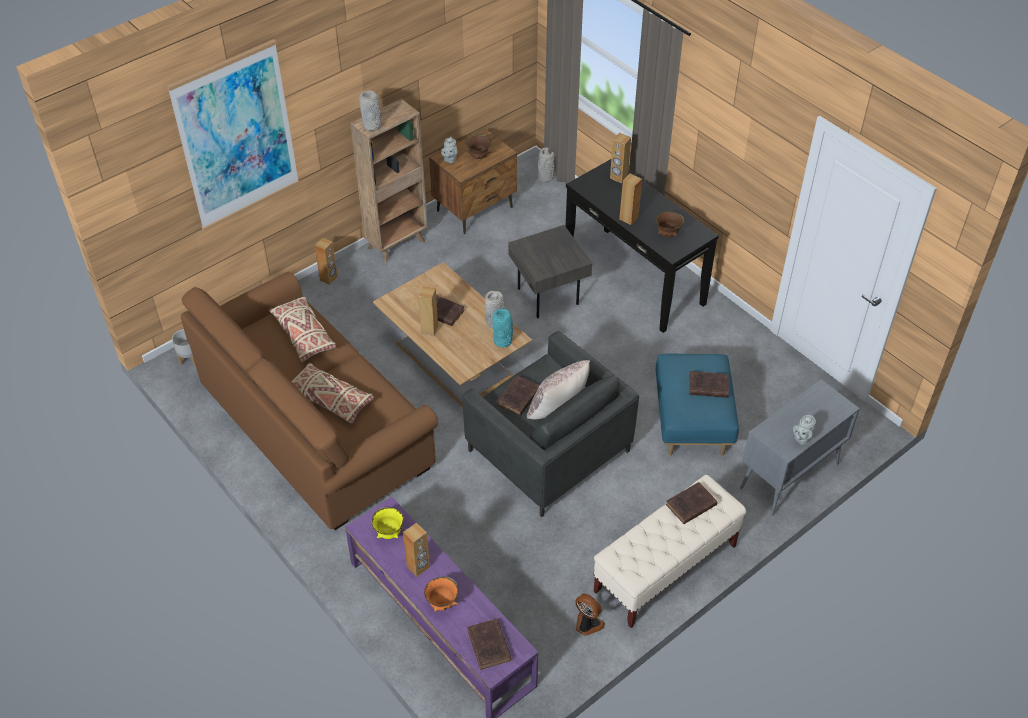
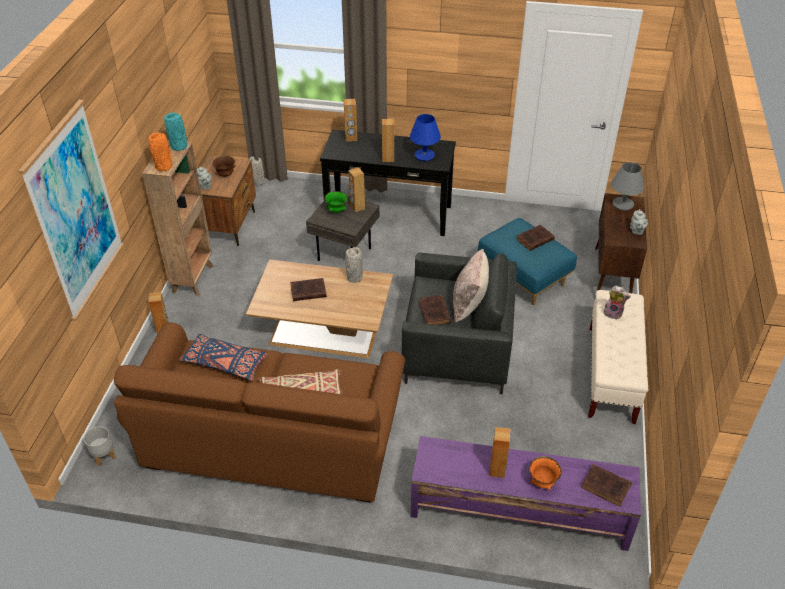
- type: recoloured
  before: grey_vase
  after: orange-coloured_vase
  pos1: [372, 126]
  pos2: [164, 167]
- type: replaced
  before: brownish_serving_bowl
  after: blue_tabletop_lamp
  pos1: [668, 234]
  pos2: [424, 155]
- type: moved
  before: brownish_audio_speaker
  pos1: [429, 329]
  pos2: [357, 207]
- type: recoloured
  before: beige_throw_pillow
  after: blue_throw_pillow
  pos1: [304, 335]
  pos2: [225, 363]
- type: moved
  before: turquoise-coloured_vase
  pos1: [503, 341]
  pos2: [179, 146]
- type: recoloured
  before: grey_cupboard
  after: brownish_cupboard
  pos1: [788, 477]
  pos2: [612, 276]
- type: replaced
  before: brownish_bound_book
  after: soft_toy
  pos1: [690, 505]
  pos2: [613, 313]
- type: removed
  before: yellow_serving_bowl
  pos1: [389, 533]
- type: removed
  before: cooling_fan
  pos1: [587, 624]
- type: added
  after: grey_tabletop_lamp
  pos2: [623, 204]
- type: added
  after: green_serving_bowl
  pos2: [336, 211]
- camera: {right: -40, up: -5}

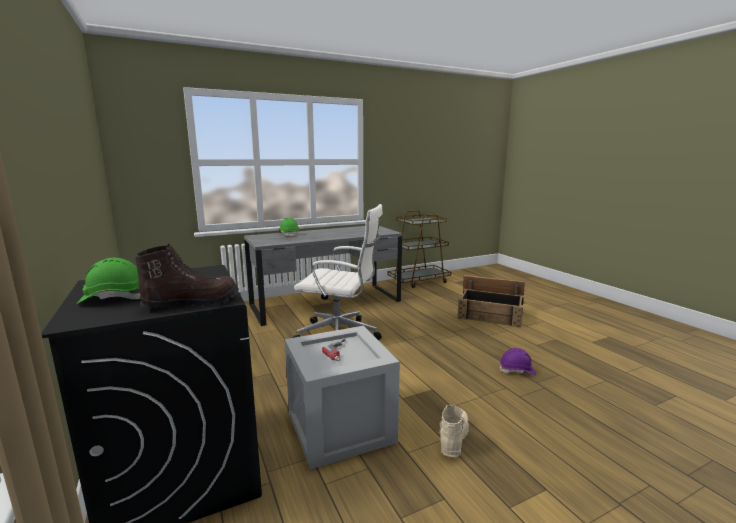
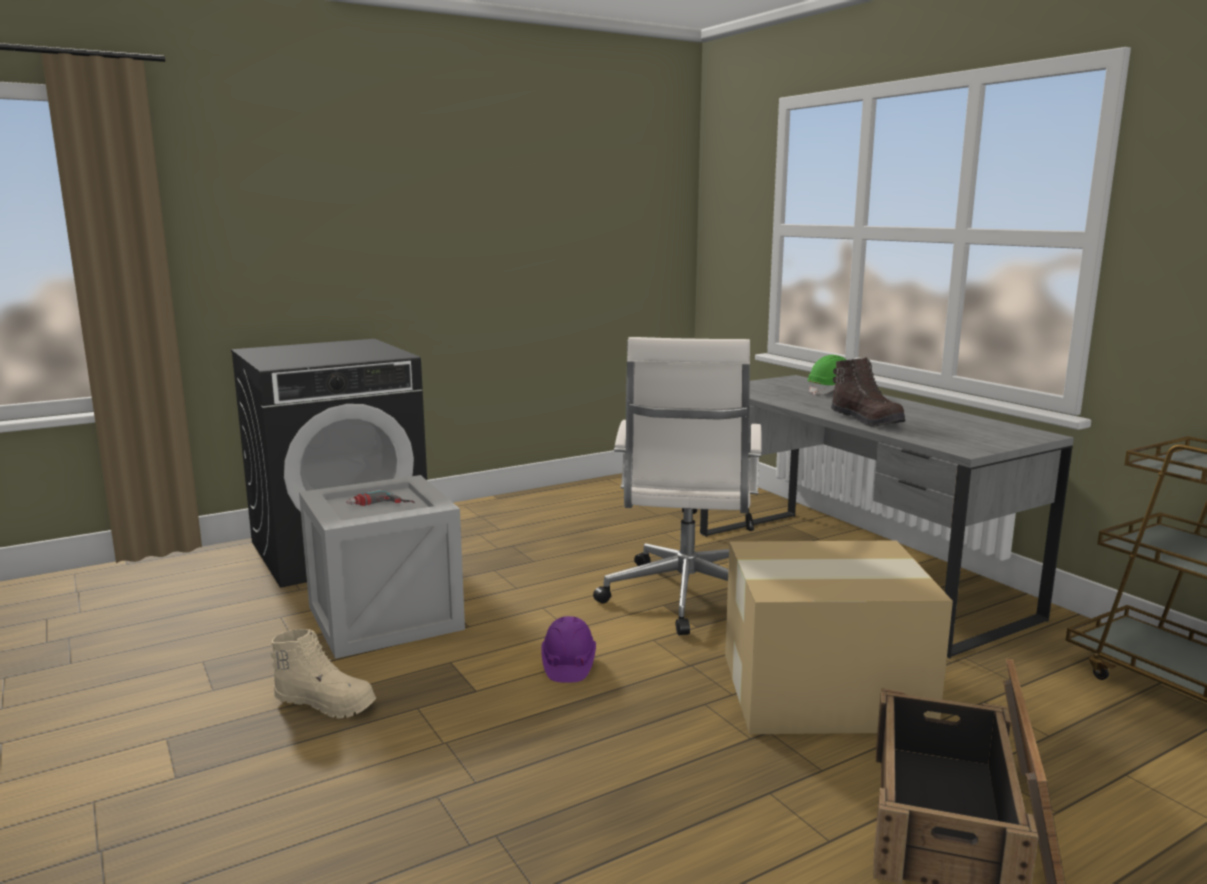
- type: moved
  before: brownish_high-top_boot
  pos1: [192, 303]
  pos2: [867, 420]
- type: removed
  before: green_safety_helmet
  pos1: [114, 298]
- type: moved
  before: purplish_safety_helmet
  pos1: [517, 371]
  pos2: [568, 665]
- type: added
  after: cardboard_box
  pos2: [826, 692]
- camera: {right: 85, up: 0}

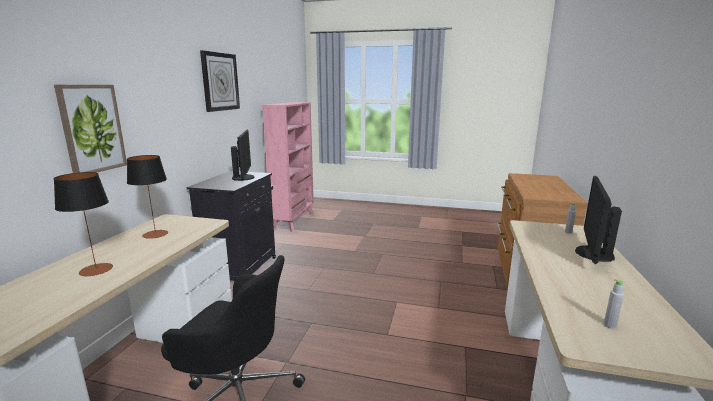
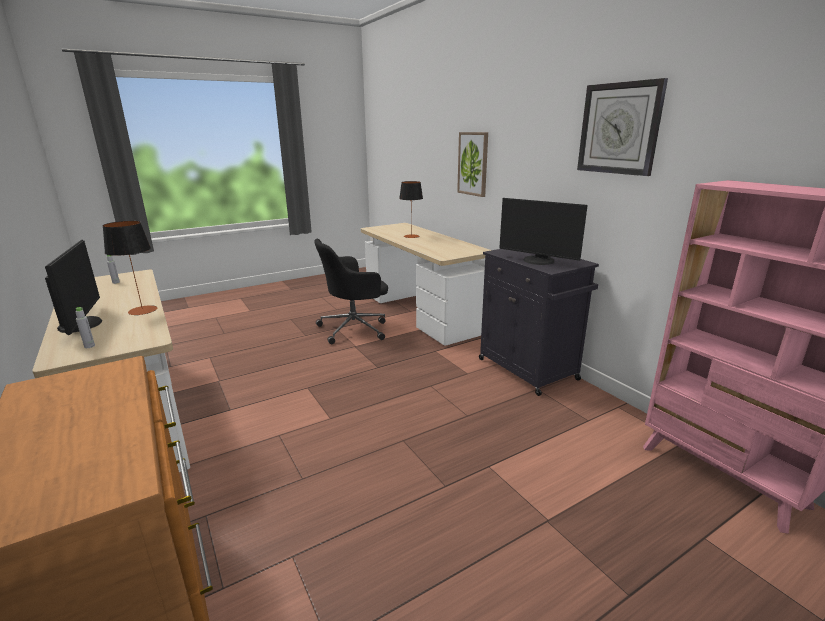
- type: moved
  before: tabletop_lamp
  pos1: [155, 234]
  pos2: [142, 310]
- camera: {right: 135, up: 5}

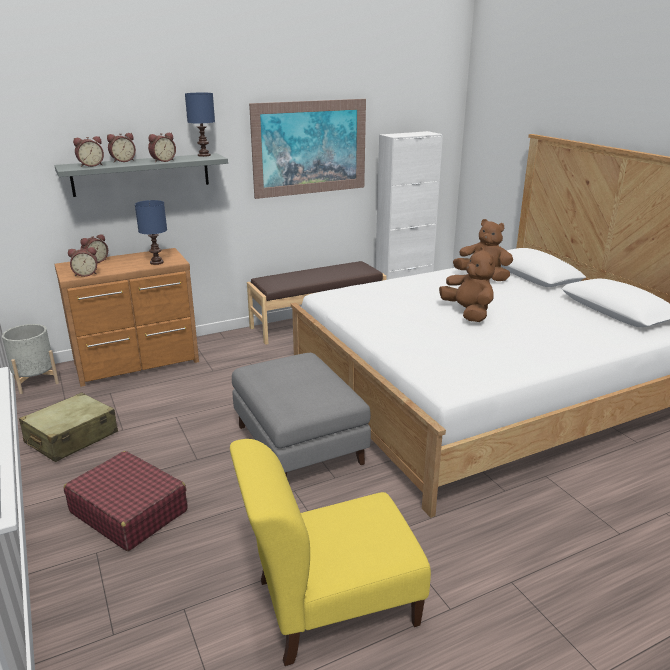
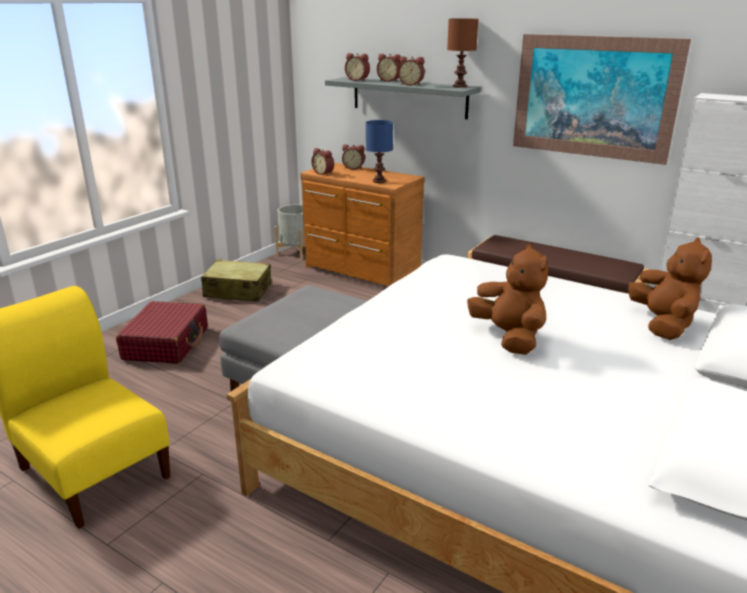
- type: recoloured
  before: blue_tabletop_lamp
  after: brownish_tabletop_lamp
  pos1: [203, 155]
  pos2: [459, 86]
- type: turned
  before: brownish_soft_toy
  pos1: [468, 313]
  pos2: [508, 337]
  turn: -60
- camera: {right: 60, up: 0}

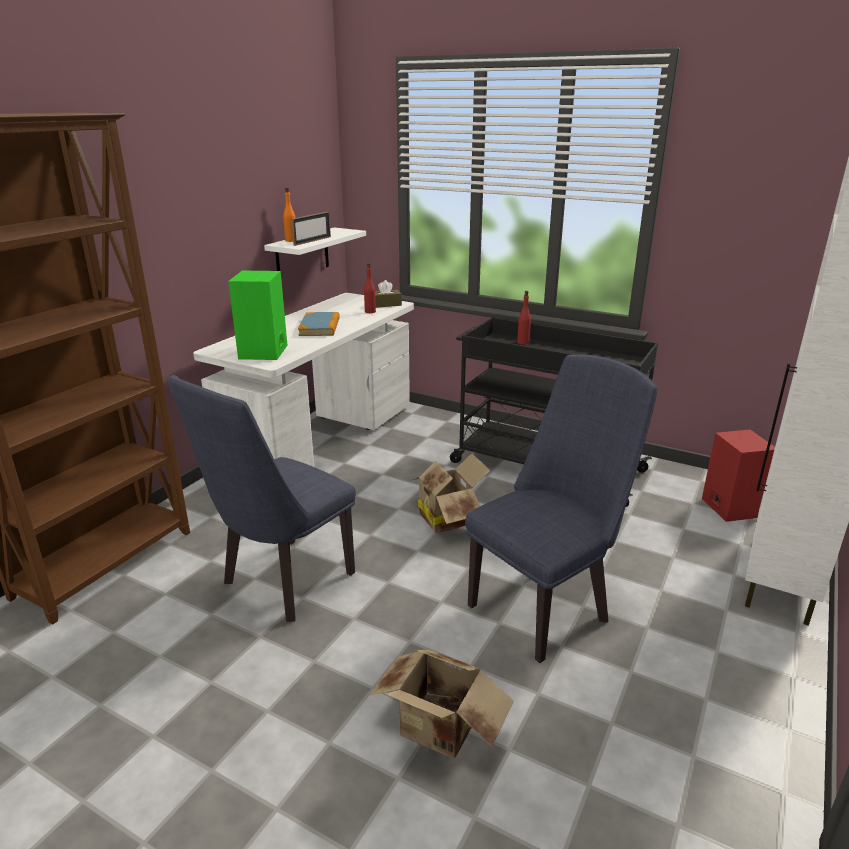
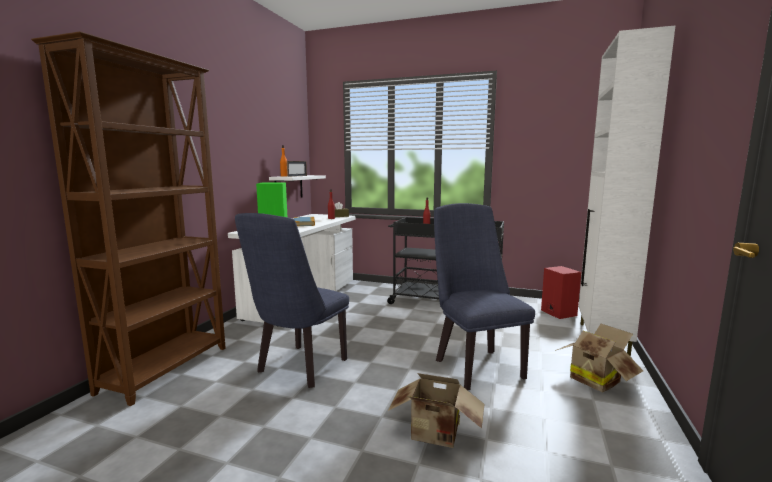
- type: turned
  before: blue_upright_chair
  pos1: [545, 606]
  pos2: [475, 365]
  turn: -60
- type: moved
  before: cardboard_box
  pos1: [448, 517]
  pos2: [595, 379]
- camera: {right: -10, up: -15}

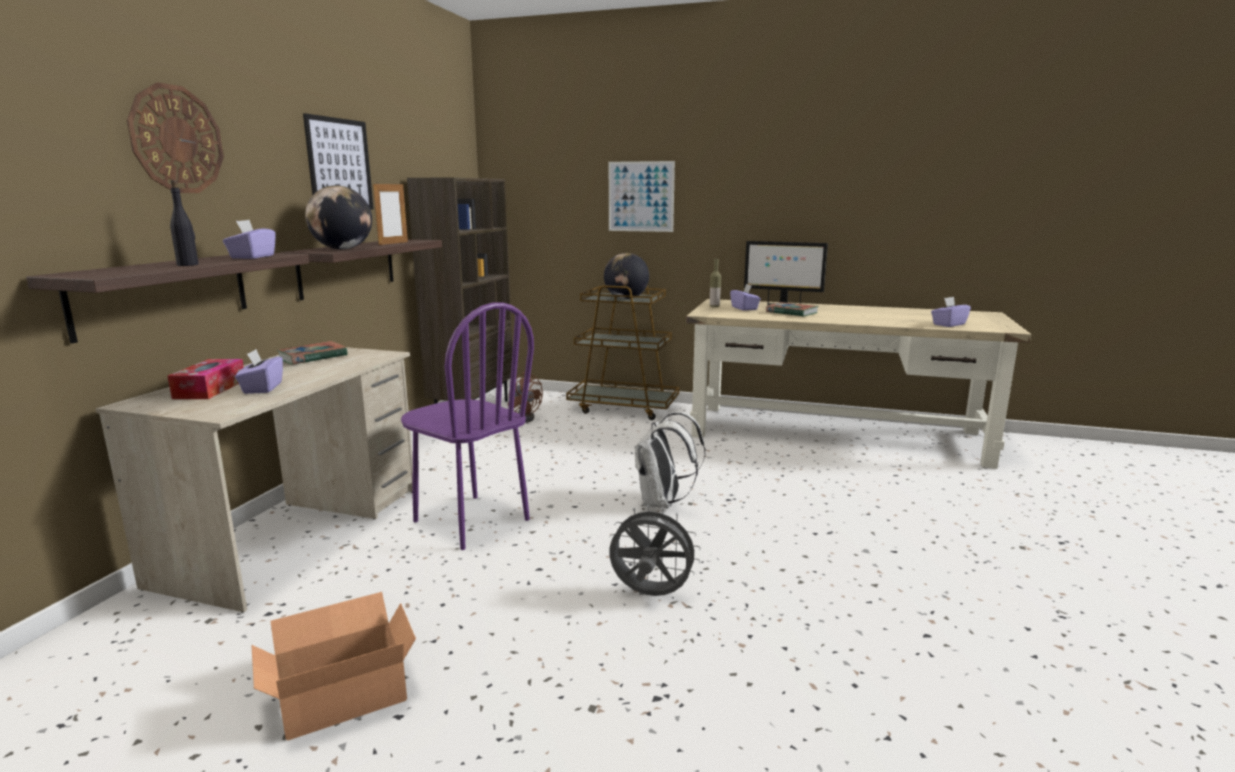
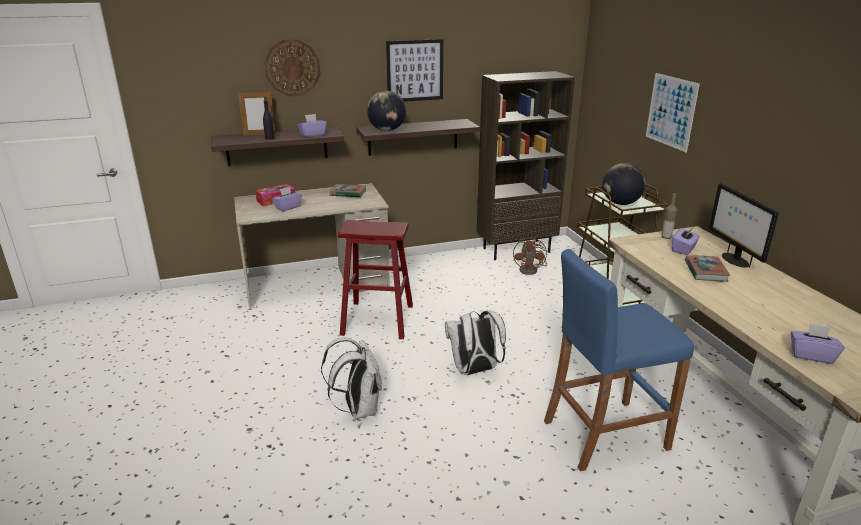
- type: moved
  before: standing_frame
  pos1: [393, 243]
  pos2: [259, 134]
- type: replaced
  before: purplish_upright_chair
  after: reddish_stool
  pos1: [470, 521]
  pos2: [377, 319]
- type: replaced
  before: grey_cooling_fan
  after: white_backpack
  pos1: [650, 595]
  pos2: [358, 409]
- type: removed
  before: cardboard_box
  pos1: [339, 694]
- type: added
  after: blue_stool
  pos2: [604, 434]
- camera: {right: 55, up: 10}

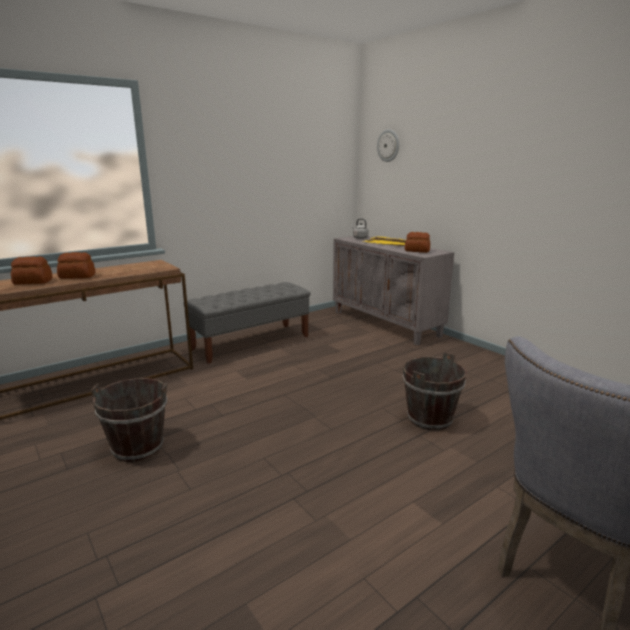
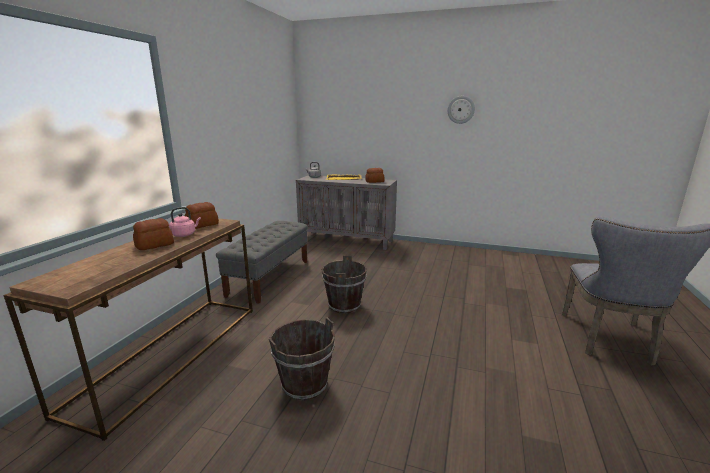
- type: moved
  before: wall_clock
  pos1: [388, 145]
  pos2: [461, 109]
- type: moved
  before: bakery_bread
  pos1: [33, 282]
  pos2: [202, 225]
- type: moved
  before: brownish_pail
  pos1: [430, 419]
  pos2: [344, 306]
- type: added
  after: pink-coloured_kettle
  pos2: [185, 234]
- camera: {right: -35, up: 0}

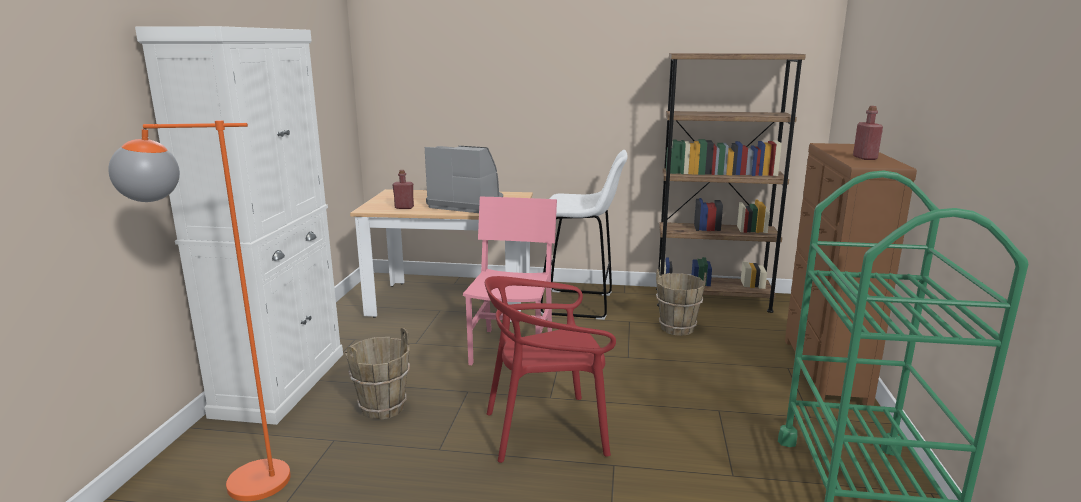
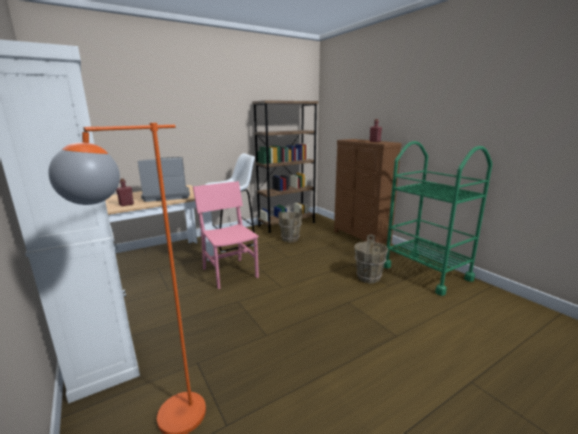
- type: removed
  before: reddish_upright_chair
  pos1: [546, 430]
- type: moved
  before: brownish_pail
  pos1: [382, 408]
  pos2: [368, 278]
- camera: {right: -40, up: 0}

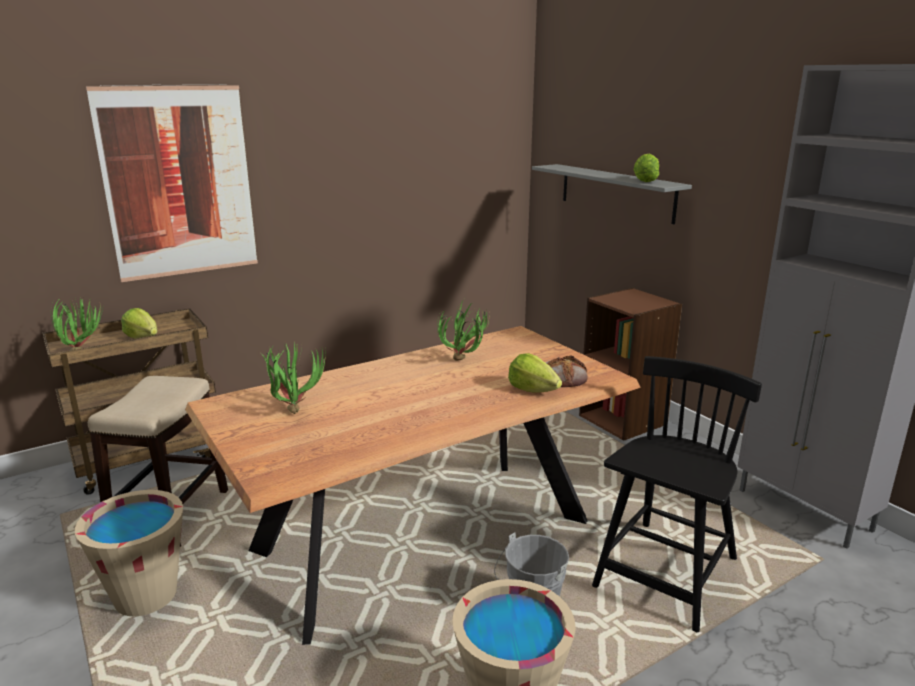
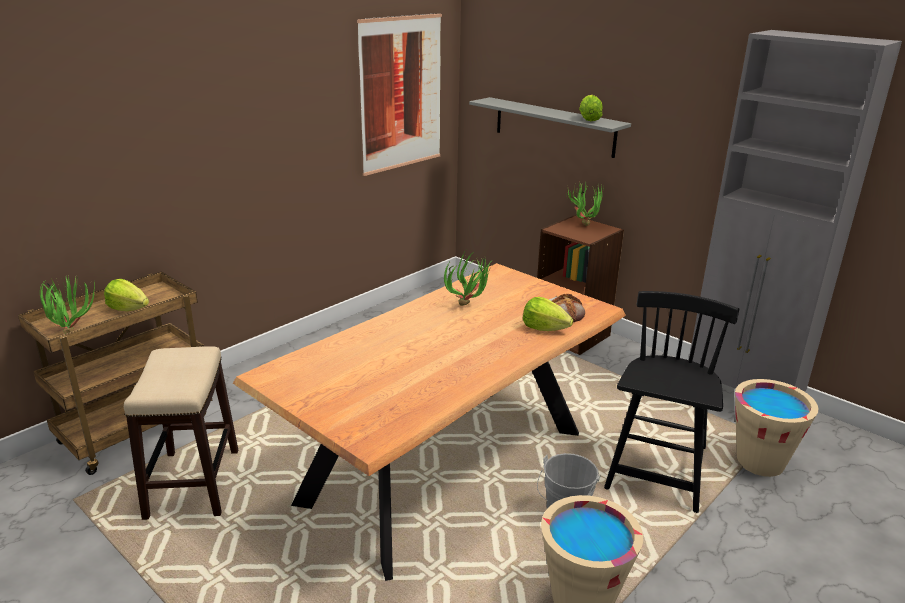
- type: moved
  before: picture
  pos1: [179, 182]
  pos2: [401, 93]
- type: moved
  before: plant_in_a_pot
  pos1: [295, 409]
  pos2: [583, 223]
- type: moved
  before: beige_pail
  pos1: [146, 597]
  pos2: [760, 462]
- camera: {right: -15, up: 5}

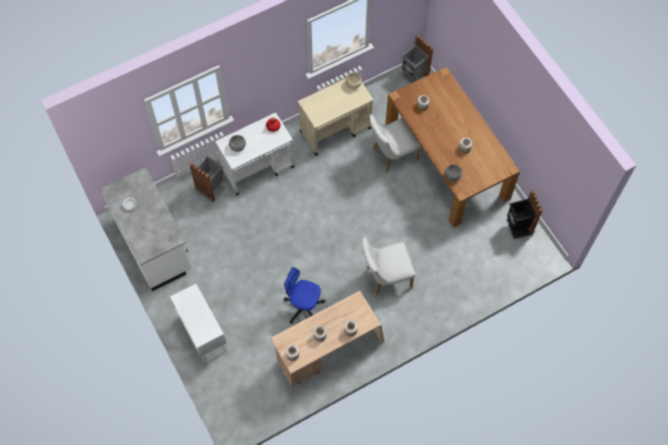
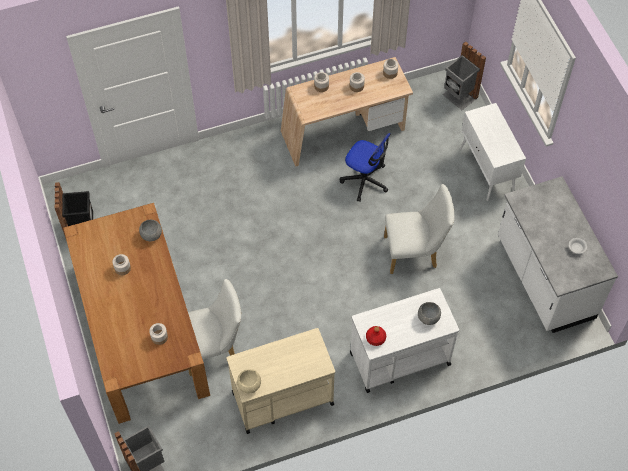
- type: moved
  before: grey_rubbish_bin
  pos1: [211, 188]
  pos2: [459, 97]
- type: moved
  before: white_upright_chair
  pos1: [385, 277]
  pos2: [414, 252]
- camera: {right: -170, up: -5}

